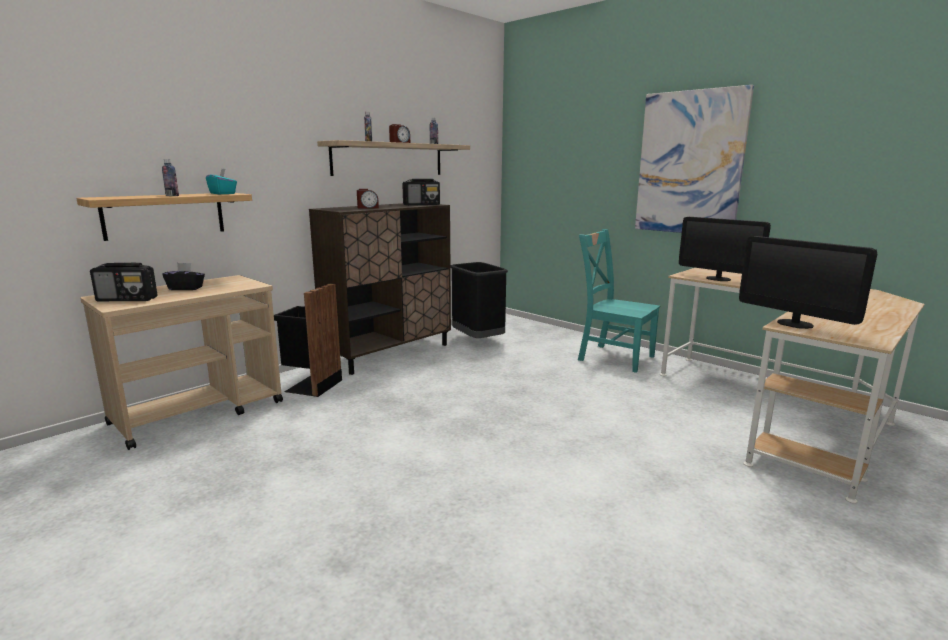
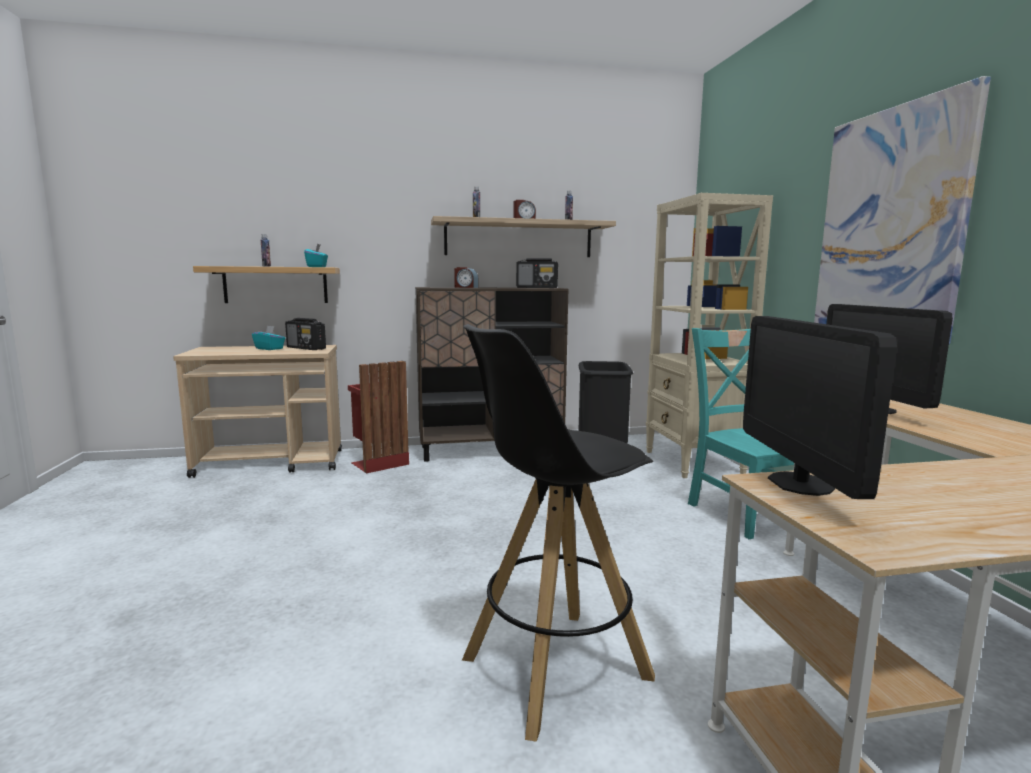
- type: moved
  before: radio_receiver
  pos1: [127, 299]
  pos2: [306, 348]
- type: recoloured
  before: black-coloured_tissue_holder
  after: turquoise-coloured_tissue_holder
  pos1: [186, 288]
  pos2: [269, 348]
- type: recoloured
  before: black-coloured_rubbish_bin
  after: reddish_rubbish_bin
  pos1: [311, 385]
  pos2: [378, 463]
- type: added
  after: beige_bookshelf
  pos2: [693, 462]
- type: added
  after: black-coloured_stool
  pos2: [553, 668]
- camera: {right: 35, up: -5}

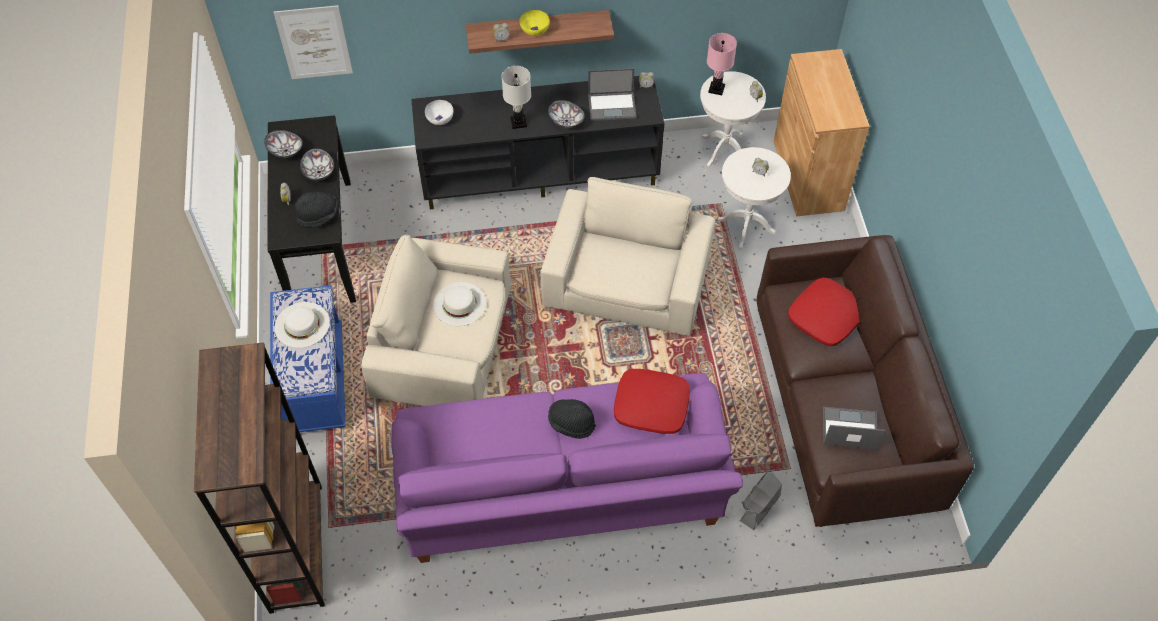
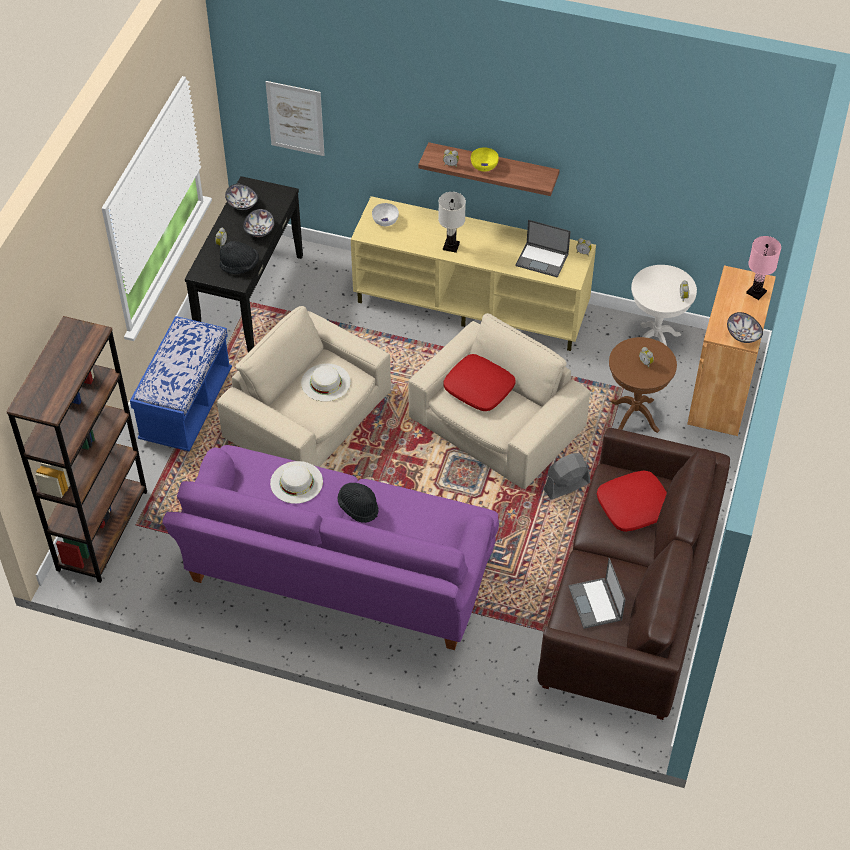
- type: moved
  before: pink-coloured_tabletop_lamp
  pos1: [716, 89]
  pos2: [756, 292]
- type: recoloured
  before: black-coloured_tv_stand
  after: beige_tv_stand
  pos1: [540, 174]
  pos2: [471, 305]
- type: moved
  before: serving_bowl
  pos1: [566, 121]
  pos2: [742, 335]
- type: recoloured
  before: white_side_table
  after: brownish_side_table
  pos1: [746, 226]
  pos2: [634, 416]
- type: moved
  before: white_wearable_hat
  pos1: [302, 325]
  pos2: [296, 482]
- type: moved
  before: reddish_throw_pillow
  pos1: [651, 405]
  pos2: [479, 388]
- type: turned
  before: portable_computer
  pos1: [848, 429]
  pos2: [595, 604]
  turn: -135
- type: moved
  before: grey_cooling_fan
  pos1: [759, 507]
  pos2: [566, 486]
- camera: {right: 25, up: -5}

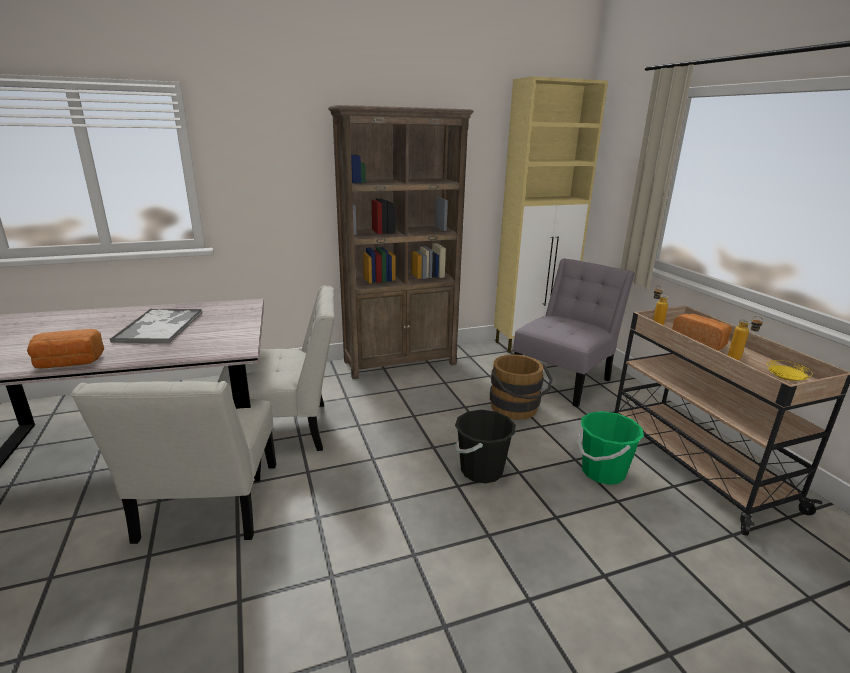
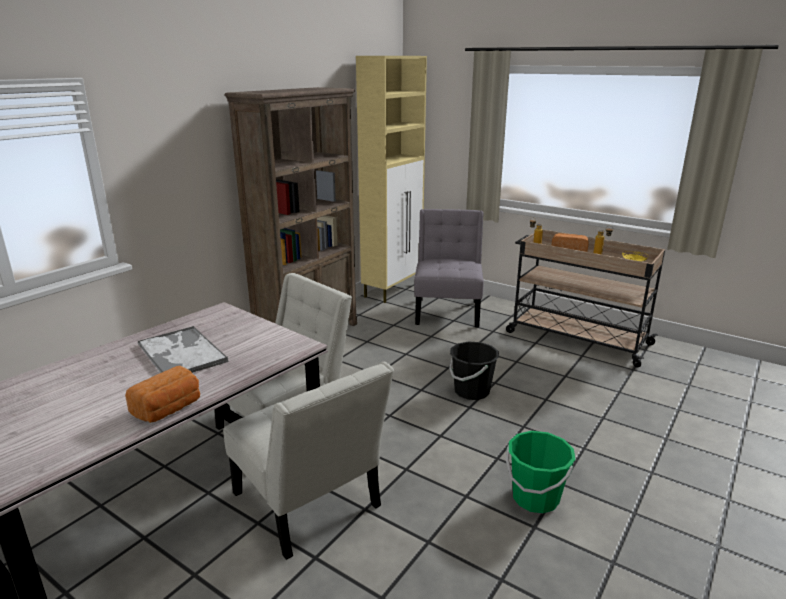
- type: removed
  before: brownish_pail
  pos1: [516, 410]
- type: moved
  before: green_pail
  pos1: [602, 472]
  pos2: [535, 498]
- camera: {right: -35, up: 0}

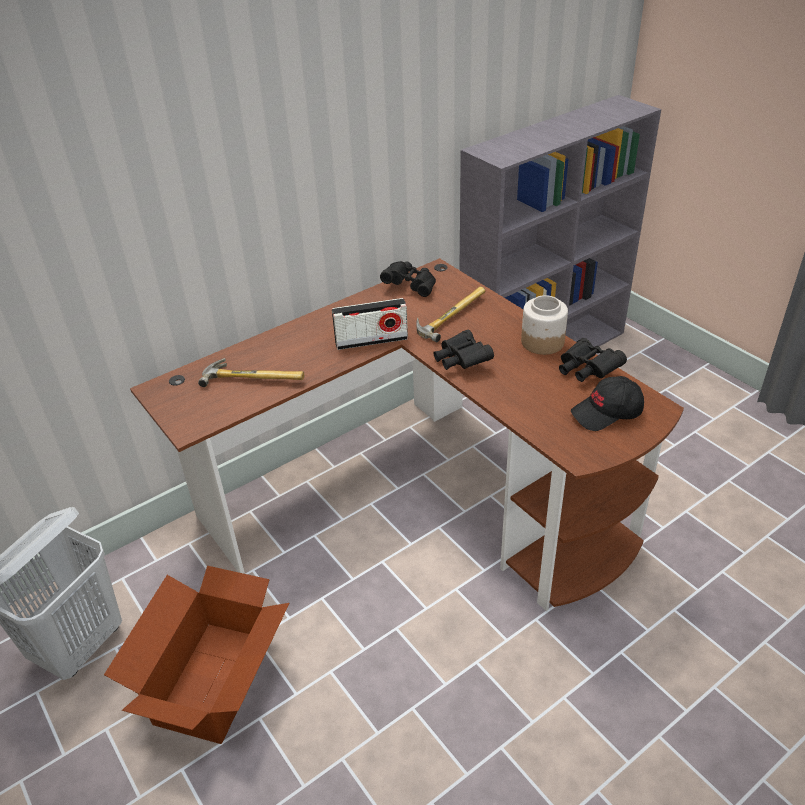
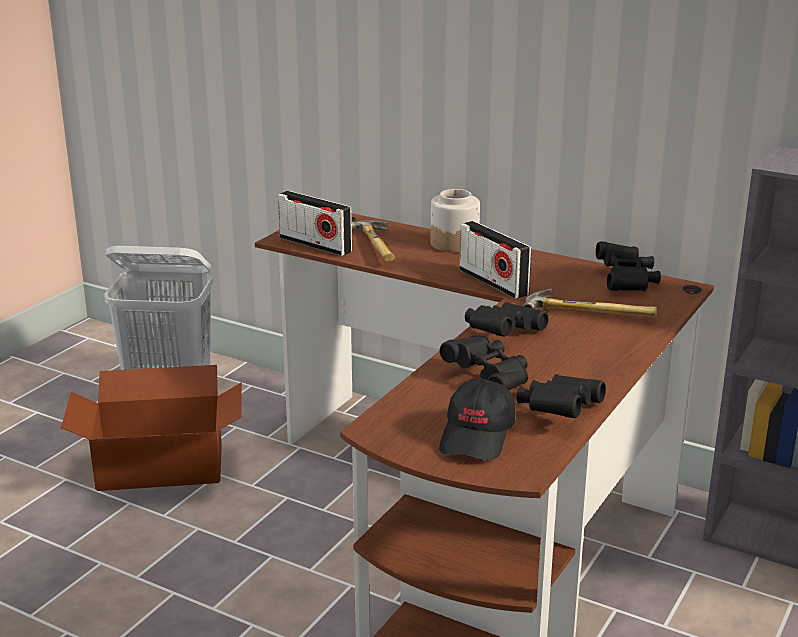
- type: moved
  before: storage_jar
  pos1: [542, 342]
  pos2: [454, 244]
- type: turned
  before: black-coloured_cap
  pos1: [607, 413]
  pos2: [478, 436]
  turn: -120
- type: added
  after: radio_receiver
  pos2: [315, 245]
- type: added
  after: black-coloured_pair_of_binoculars
  pos2: [489, 378]
- camera: {right: 65, up: -15}

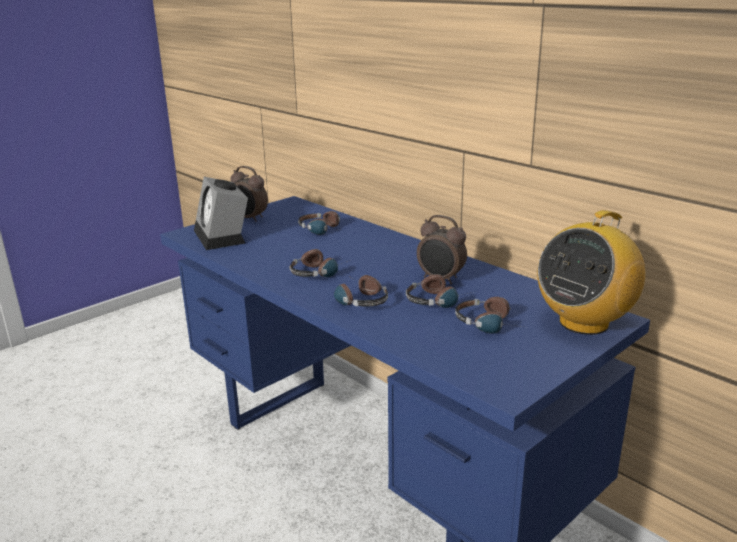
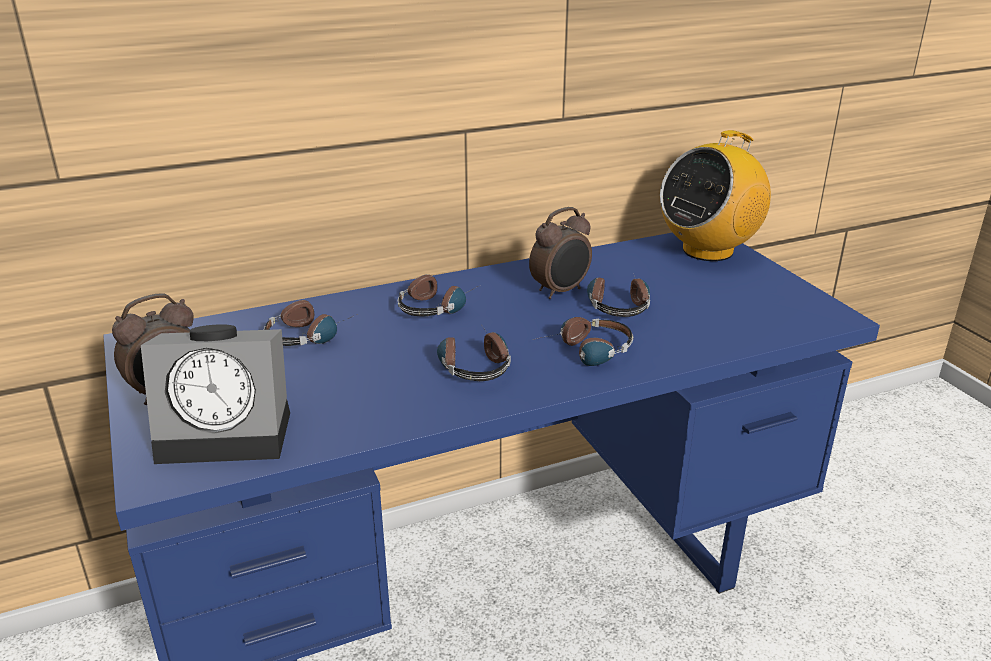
- type: turned
  before: radio_receiver
  pos1: [584, 322]
  pos2: [708, 250]
  turn: 75
- type: moved
  before: headset
  pos1: [492, 324]
  pos2: [437, 305]
- camera: {right: -70, up: 5}

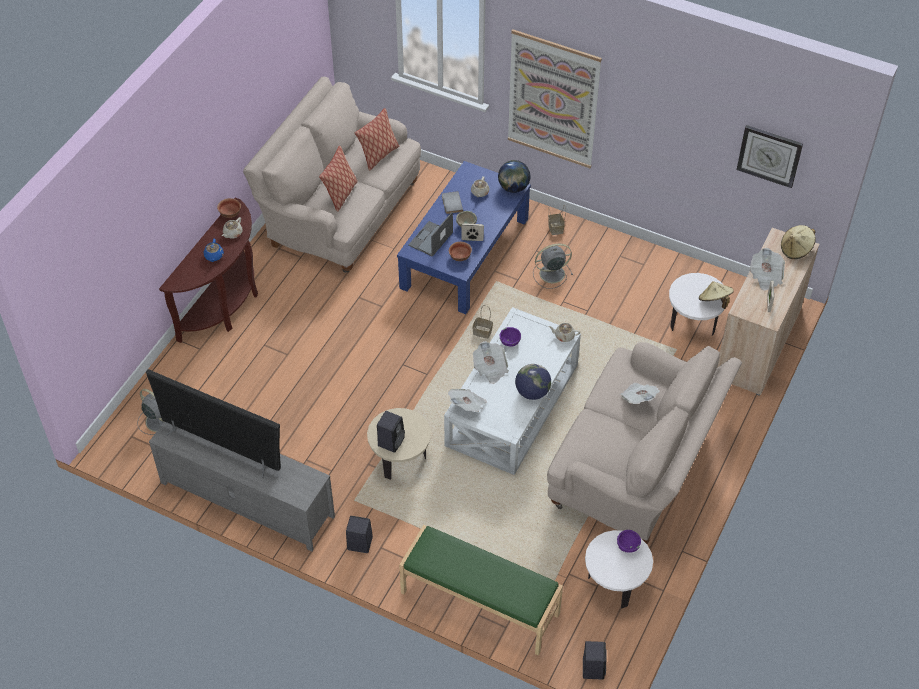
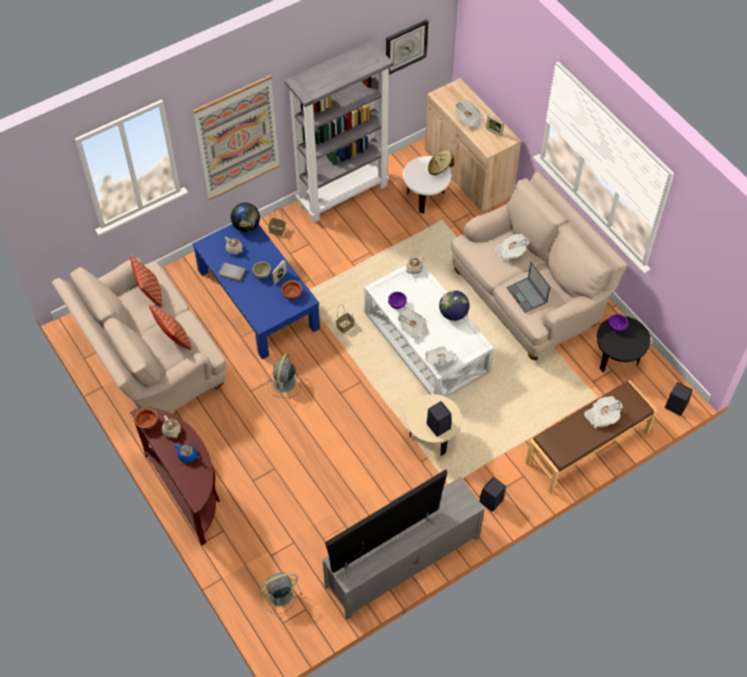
- type: moved
  before: portable_computer
  pos1: [430, 239]
  pos2: [527, 295]
- type: removed
  before: beige_wearable_hat
  pos1: [796, 249]
- type: moved
  before: grey_cooling_fan
  pos1: [550, 274]
  pos2: [284, 383]
- type: recoloured
  before: green_indoor_bench
  after: brownish_indoor_bench
  pos1: [479, 604]
  pos2: [587, 448]
- type: recoloured
  before: white_side_table
  after: black-coloured_side_table
  pos1: [614, 585]
  pos2: [617, 359]
- type: added
  after: grey_bookshelf
  pos2: [343, 194]
- type: added
  after: printed_paper
  pos2: [601, 416]
- camera: {right: -60, up: 5}

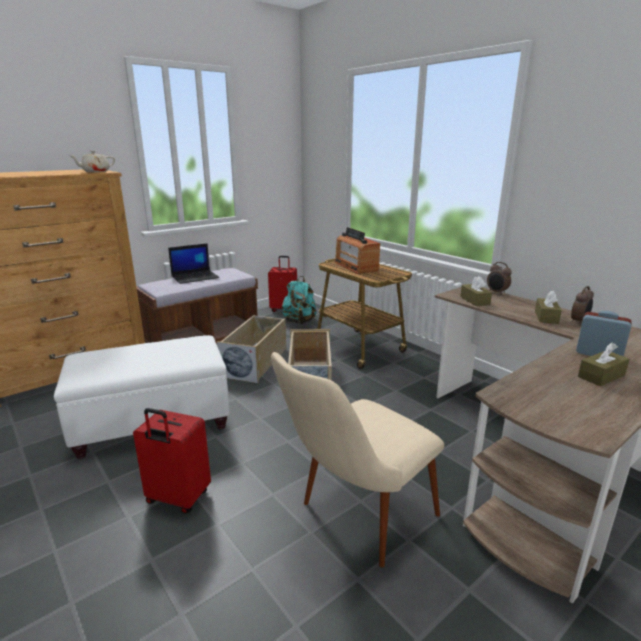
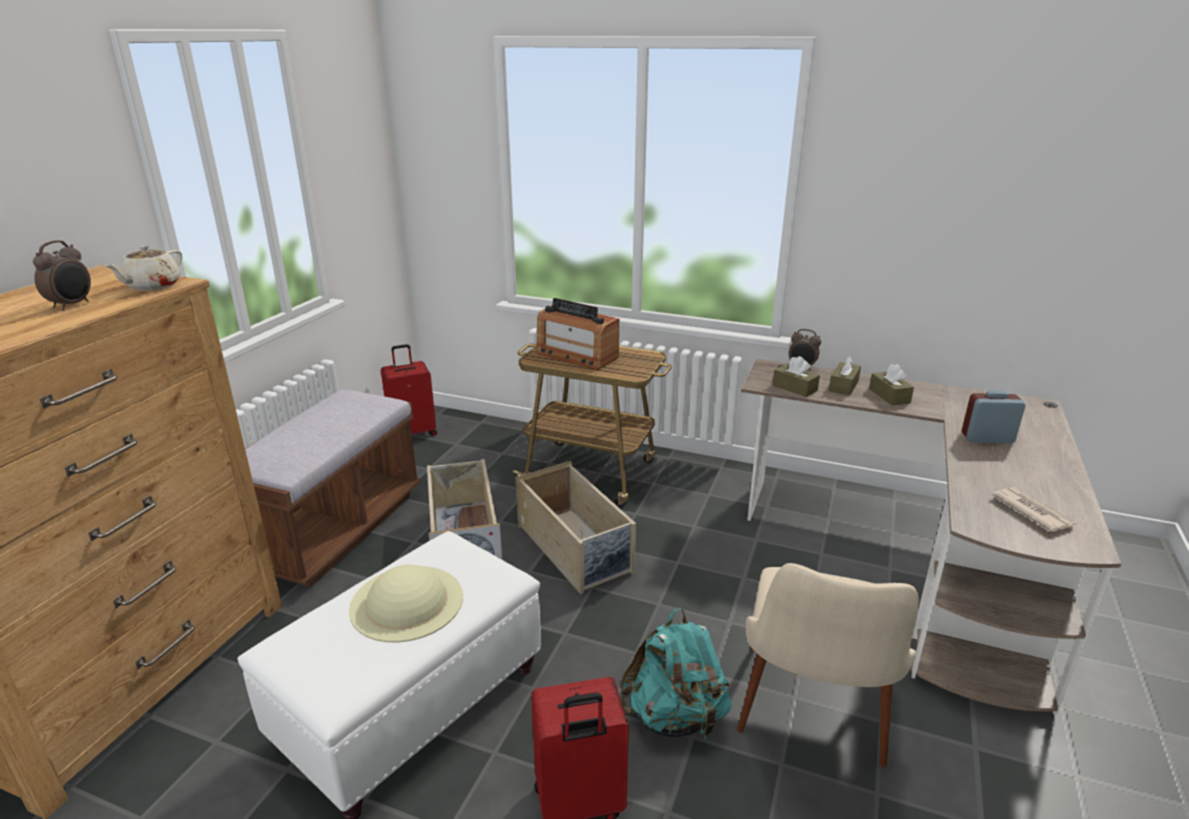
- type: removed
  before: portable_computer
  pos1: [195, 277]
- type: moved
  before: turquoise-coloured_backpack
  pos1: [299, 322]
  pos2: [675, 717]
- type: moved
  before: bedside_clock
  pos1: [579, 321]
  pos2: [72, 305]
- type: moved
  before: brownish_tissue_holder
  pos1: [601, 376]
  pos2: [843, 386]
- type: added
  after: printed_paper
  pos2: [1032, 511]
- type: added
  after: beige_wearable_hat
  pos2: [406, 602]
- camera: {right: -30, up: 5}

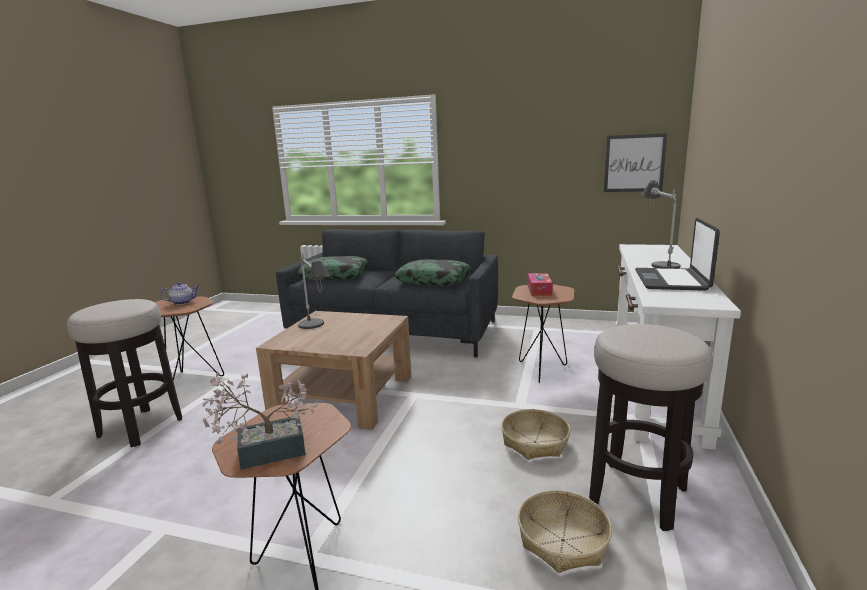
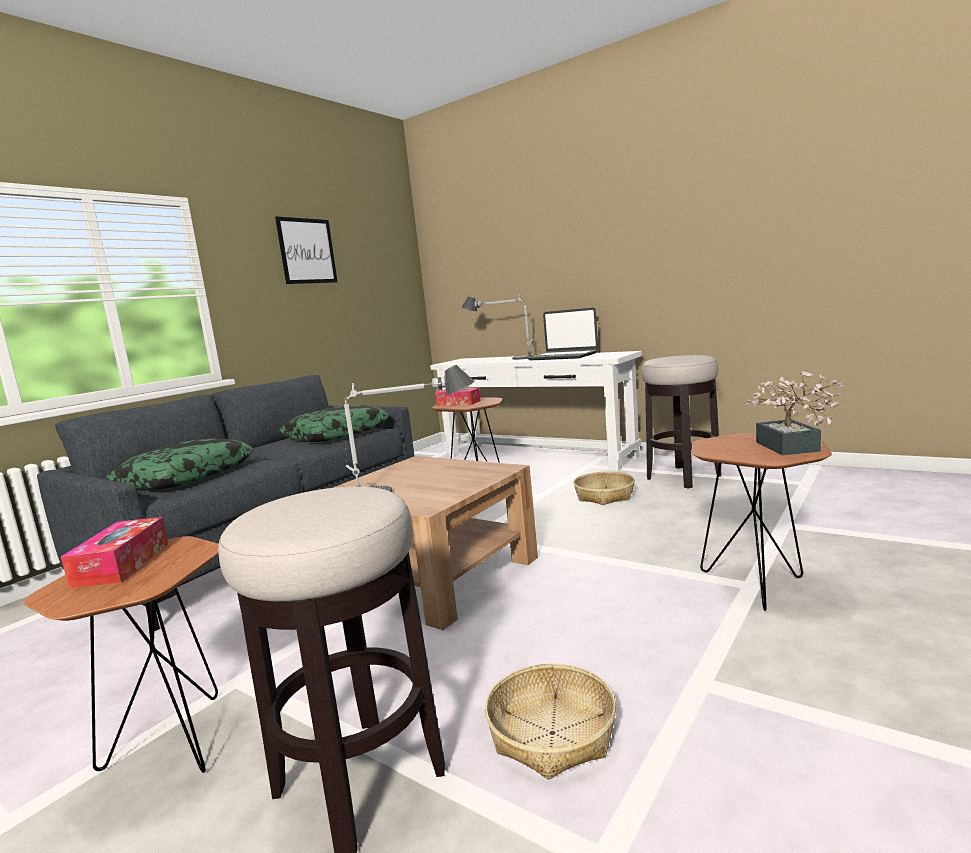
- type: moved
  before: picture
  pos1: [634, 163]
  pos2: [307, 251]
- type: replaced
  before: tea_pot
  after: tissue_holder
  pos1: [183, 302]
  pos2: [122, 564]
- type: moved
  before: basket
  pos1: [563, 540]
  pos2: [552, 733]
- camera: {right: -70, up: -5}

